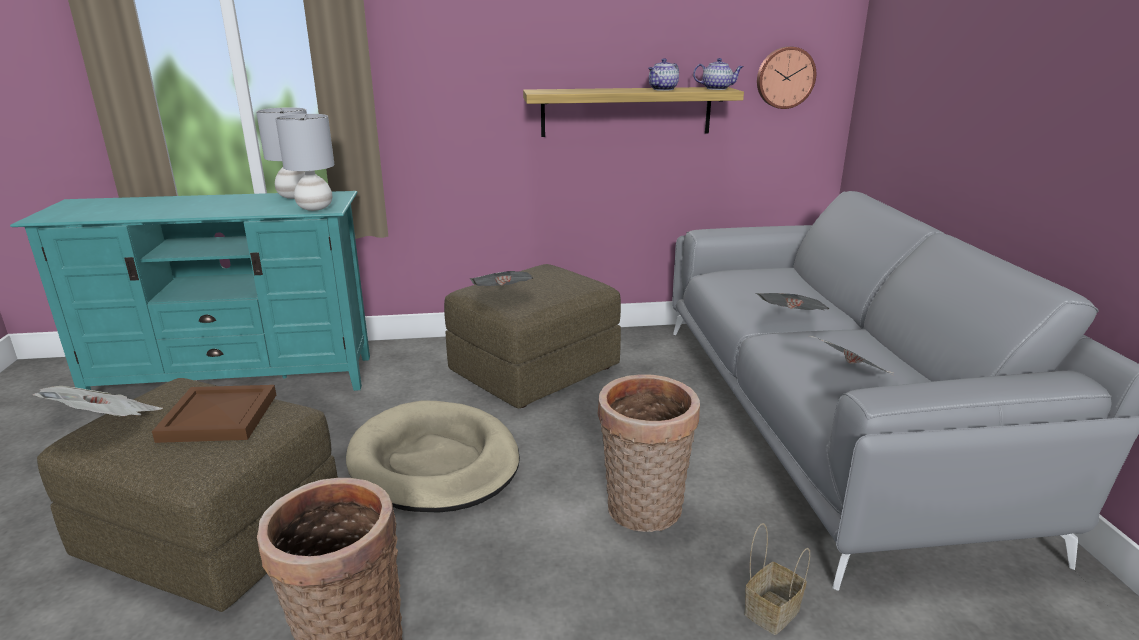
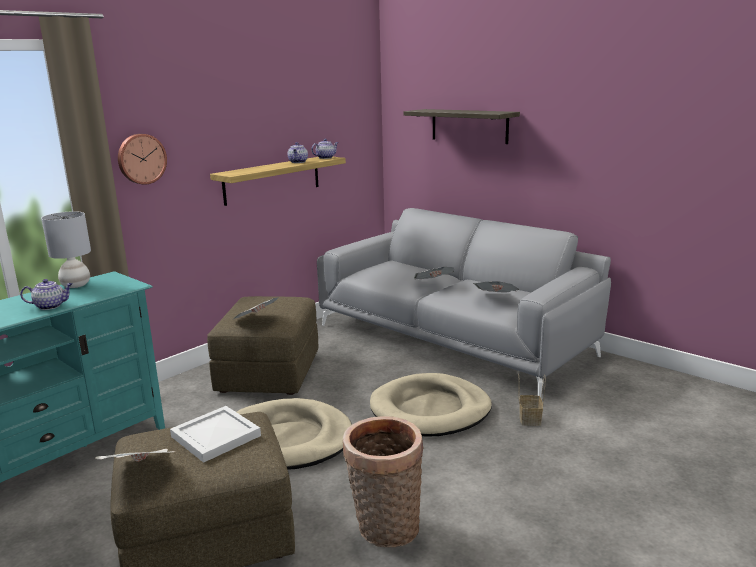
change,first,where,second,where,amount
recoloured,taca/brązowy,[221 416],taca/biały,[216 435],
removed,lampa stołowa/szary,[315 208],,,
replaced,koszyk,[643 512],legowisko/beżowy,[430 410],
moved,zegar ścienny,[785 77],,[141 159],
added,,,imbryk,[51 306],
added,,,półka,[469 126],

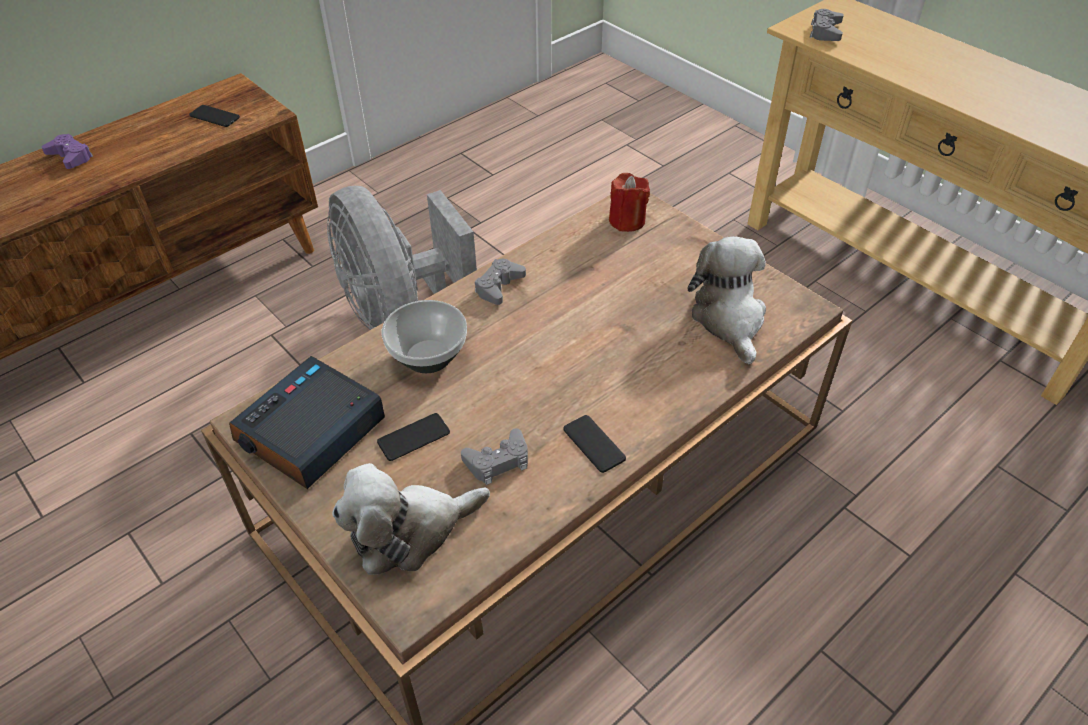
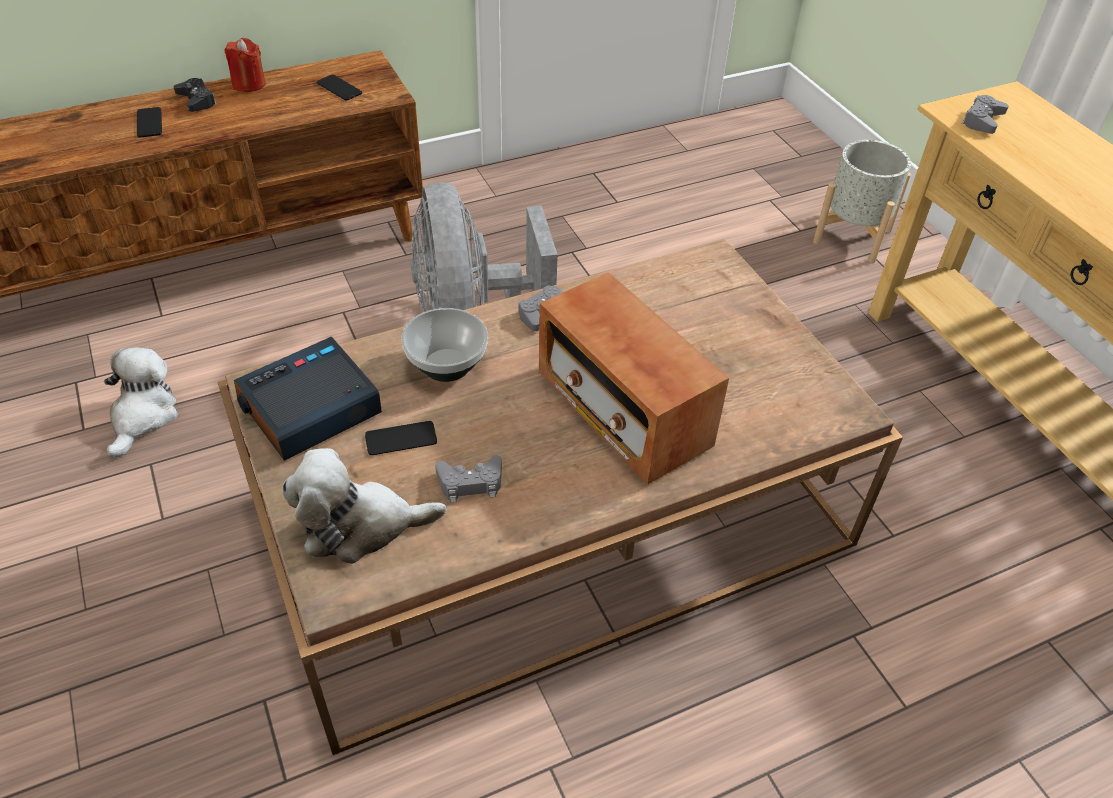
change,first,where,second,where,amount
recoloured,pad do gier/fioletowy,[70 157],pad do gier/czarny,[197 100],
moved,telefon,[594 444],,[149 123],
moved,świeca/czerwony,[627 221],,[249 84],
moved,pluszak,[729 319],,[143 416],
added,,,radio,[622 411],
added,,,donica/szary,[852 236],

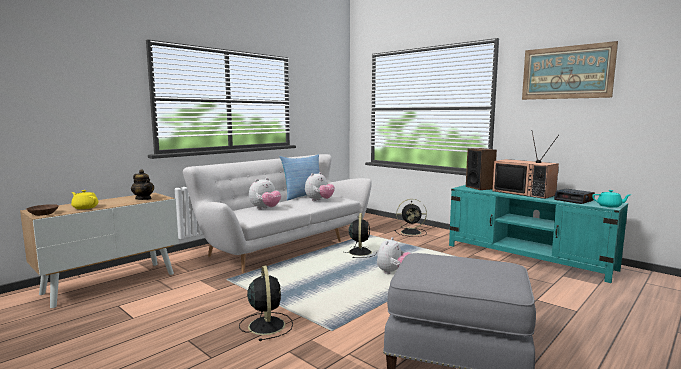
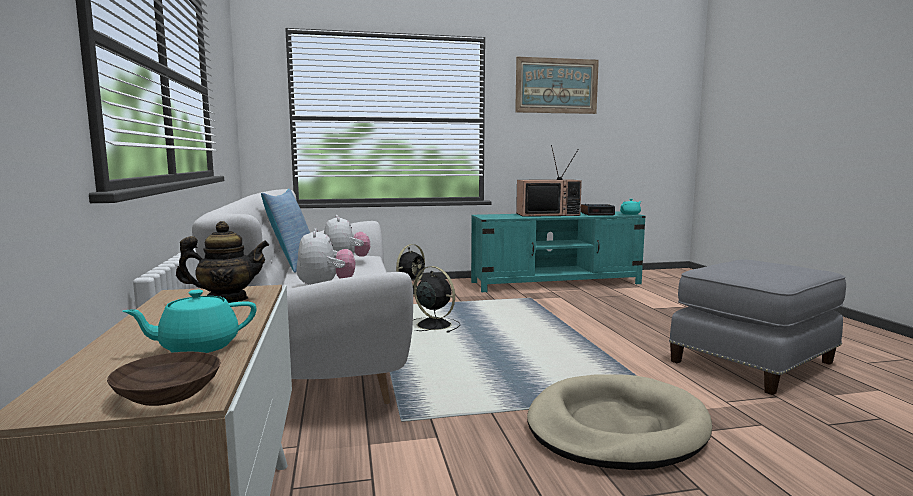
change,first,where,second,where,amount
recoloured,imbryk/żółty,[85 207],imbryk/turkusowy,[197 347],
replaced,wentylator/czarny,[266 325],legowisko/beżowy,[615 427],
removed,pluszak,[393 273],,,
removed,głośnik,[479 187],,,

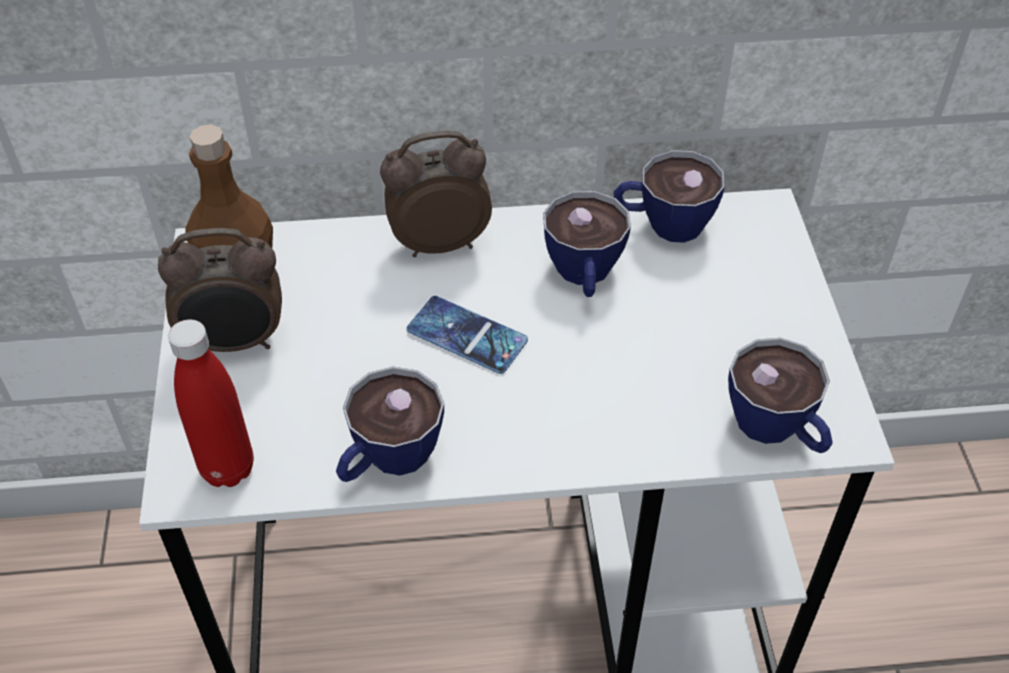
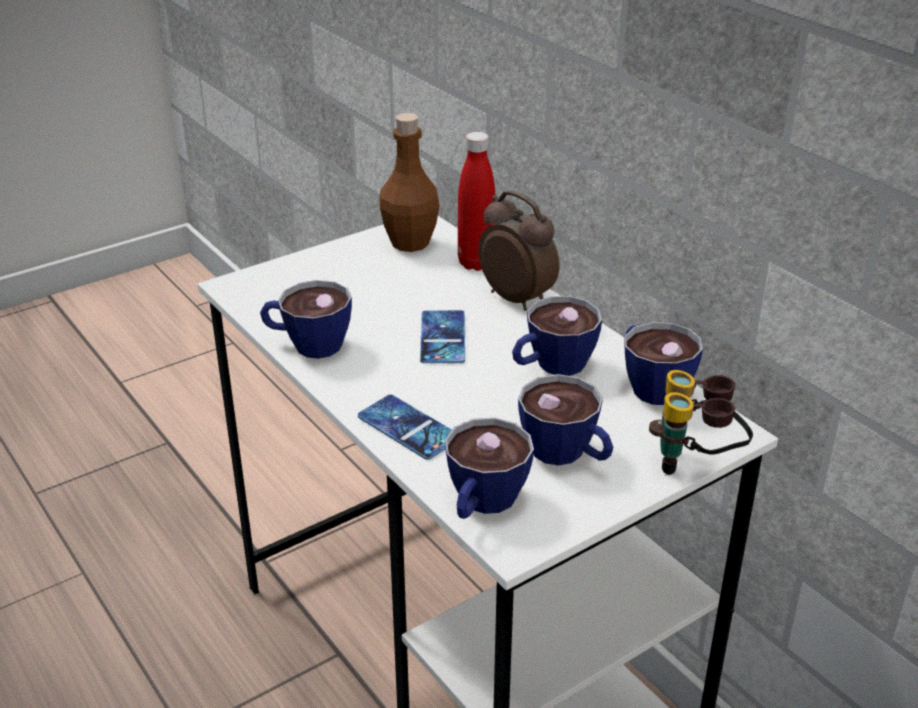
change,first,where,second,where,amount
removed,budzik,[236 343],,,
moved,butelka/czerwony,[227 468],,[476 263],
added,,,telefon,[408 428],
added,,,filiżanka,[567 455],
added,,,lornetka,[695 464],

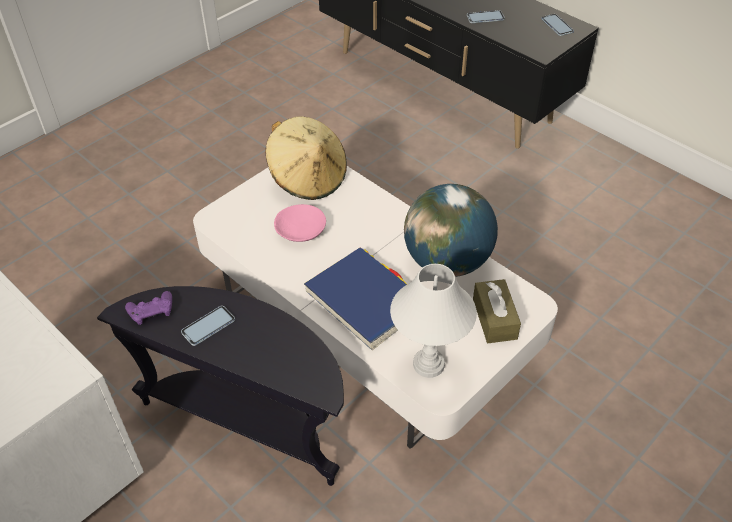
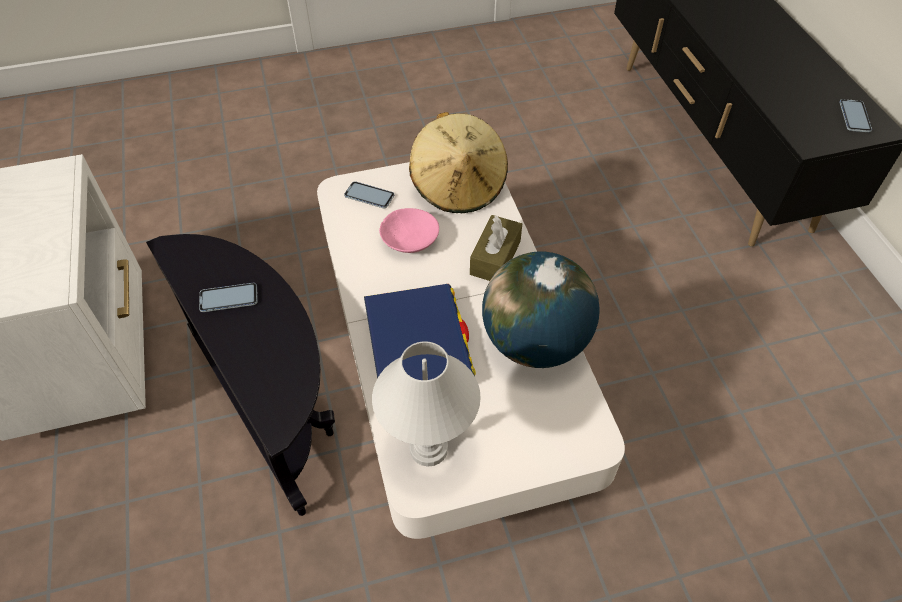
change,first,where,second,where,amount
removed,pad do gier/fioletowy,[151 311],,,
moved,telefon,[485 18],,[369 196],
moved,pudełko chusteczek/brązowy,[494 318],,[495 258],

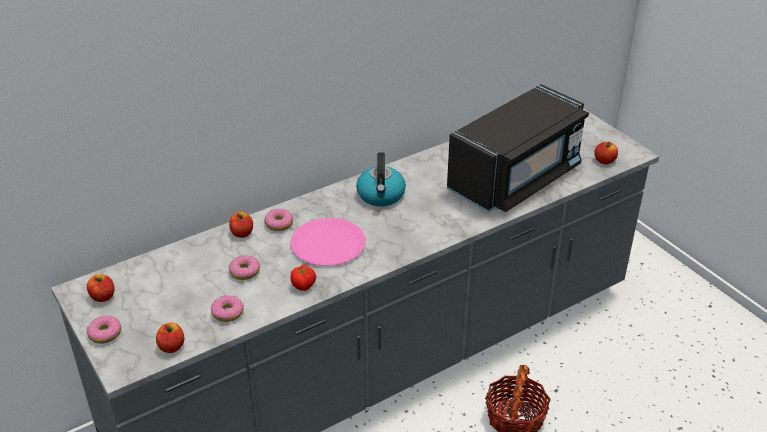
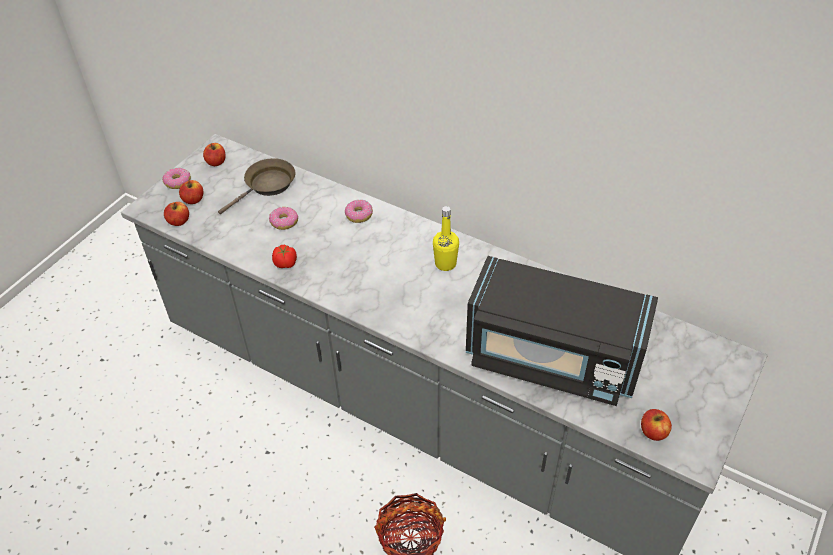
change,first,where,second,where,amount
removed,donut,[228 313],,,
moved,jabłko,[242 233],,[193 200],
removed,talerz/różowy,[328 243],,,
replaced,czajnik,[381 196],butelka/żółty,[445 264],
added,,,patelnia/brązowy,[267 186],

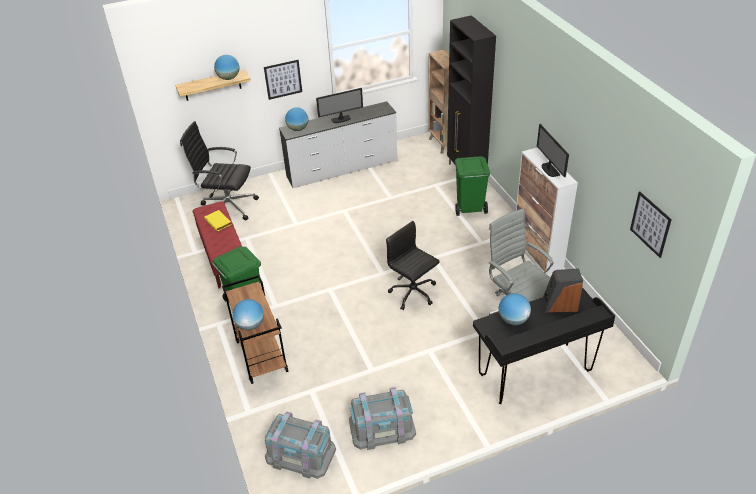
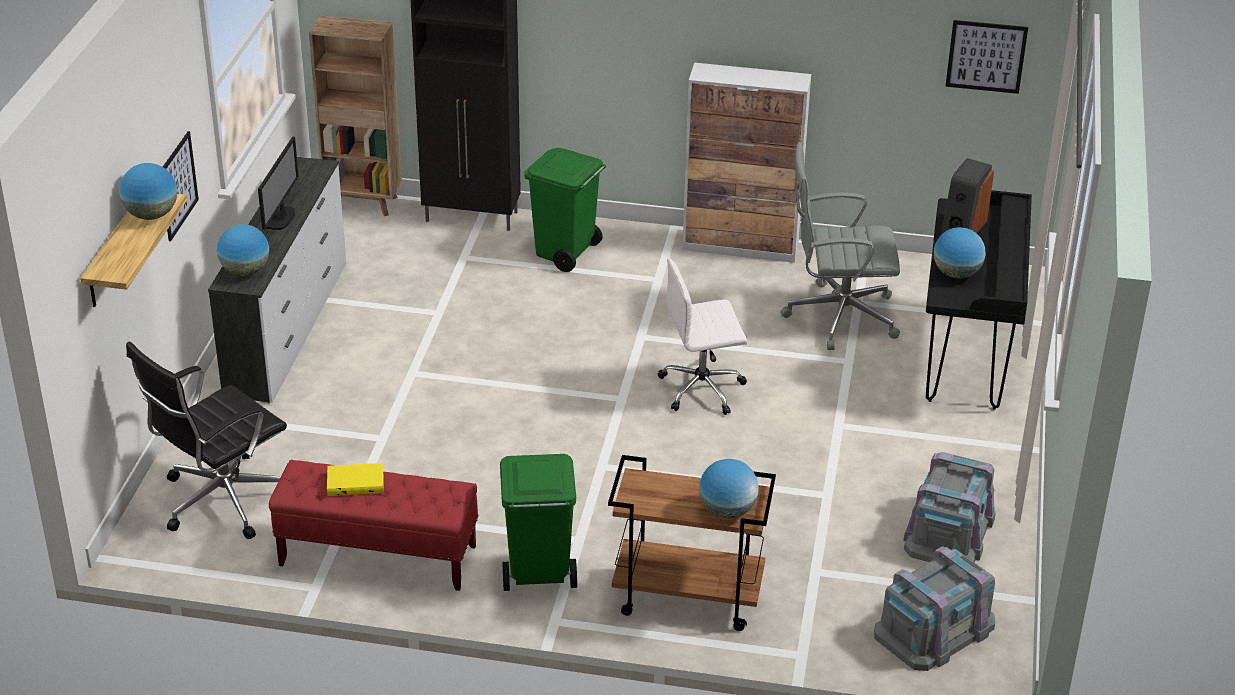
change,first,where,second,where,amount
recoloured,krzesło biurowe/czarny,[413 293],krzesło biurowe/biały,[703 389],
removed,monitor,[549 170],,,

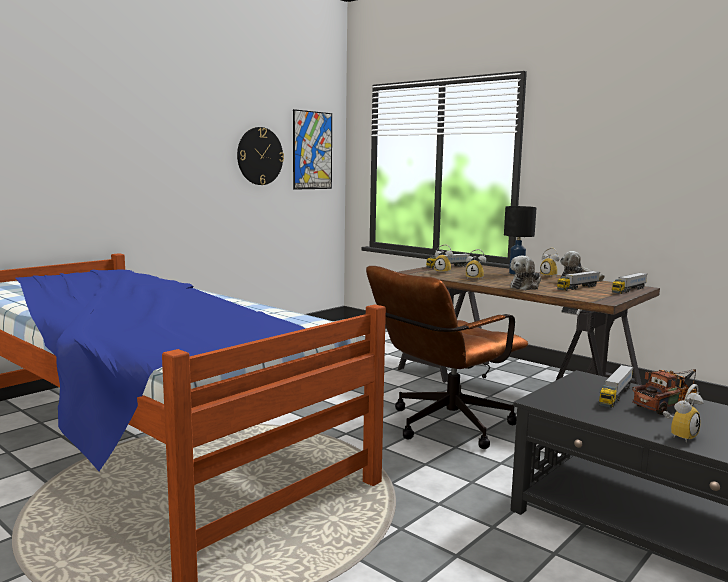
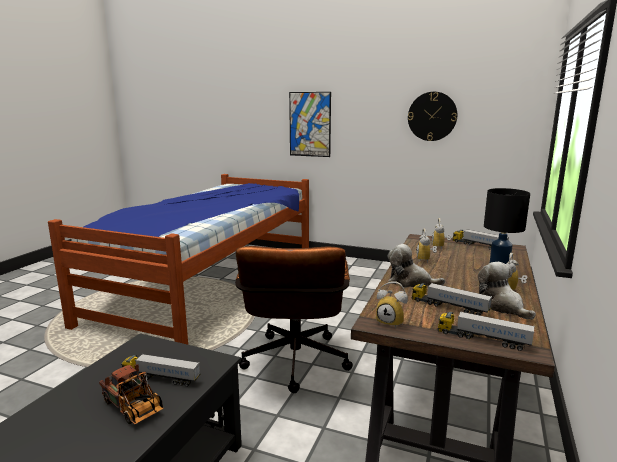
change,first,where,second,where,amount
moved,obraz,[312 150],,[310 124],
turned,krzesło biurowe/brązowy,[442 427],,[294 366],120 degrees counterclockwise
moved,budzik,[679 435],,[392 322],

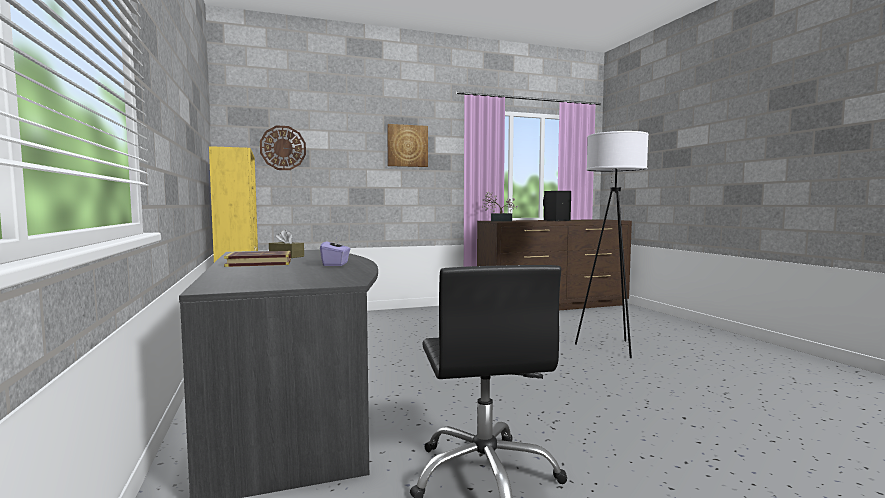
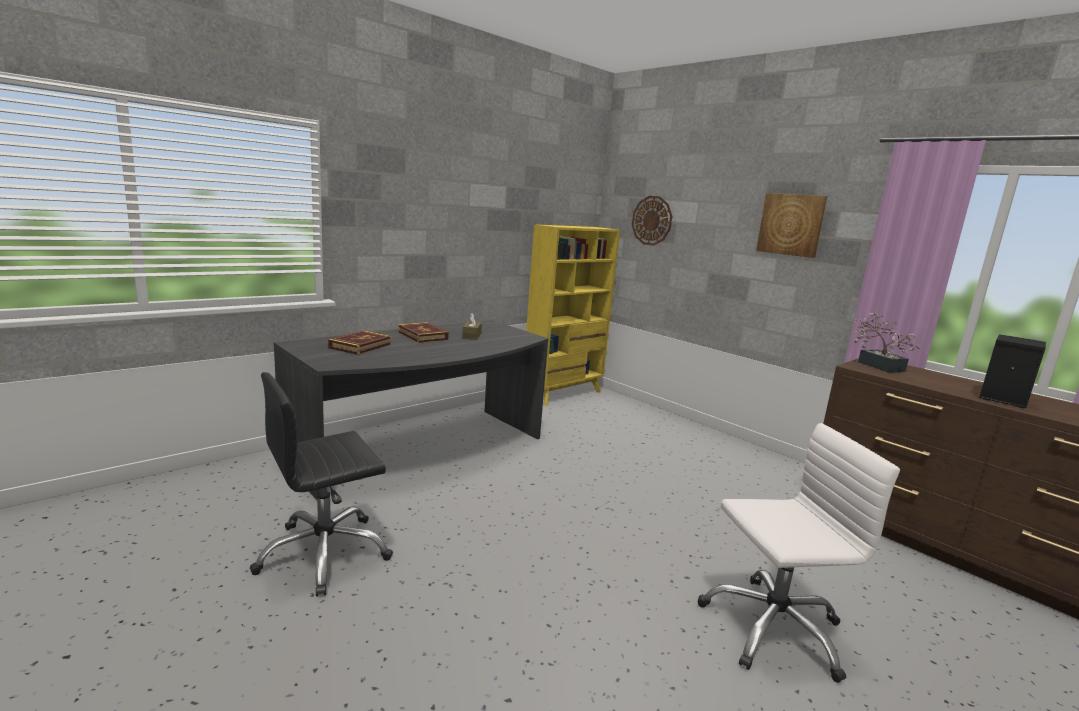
change,first,where,second,where,amount
removed,pudełko chusteczek/fioletowy,[336 264],,,
replaced,lampa stojąca/biały,[610 347],krzesło biurowe/biały,[772 627],
added,,,książka,[360 346],

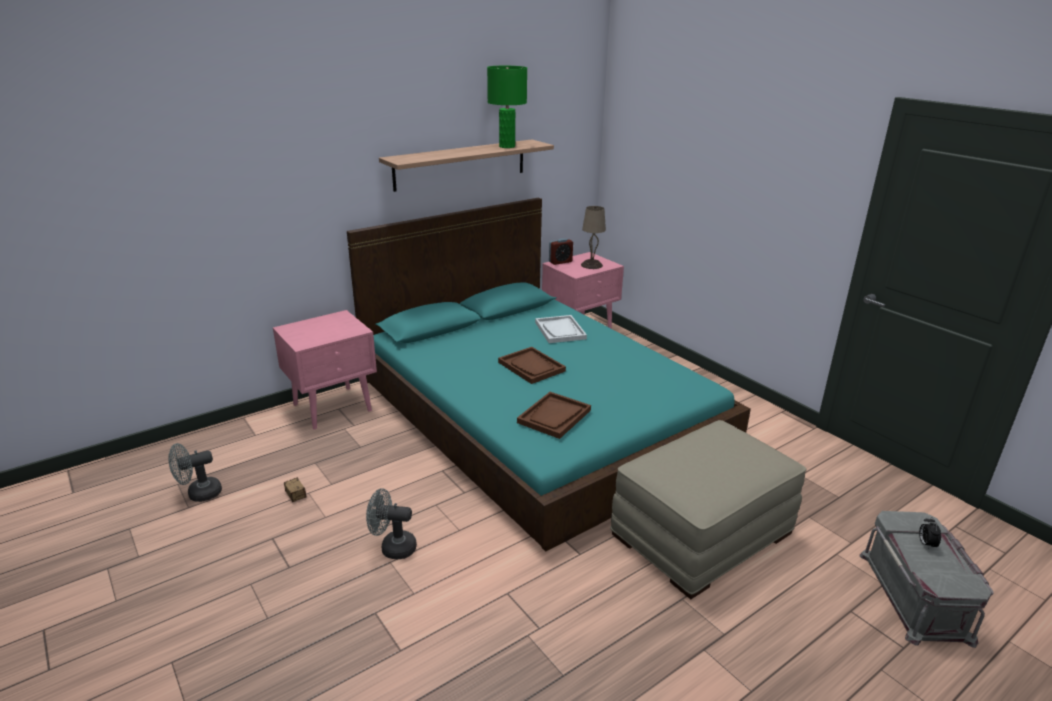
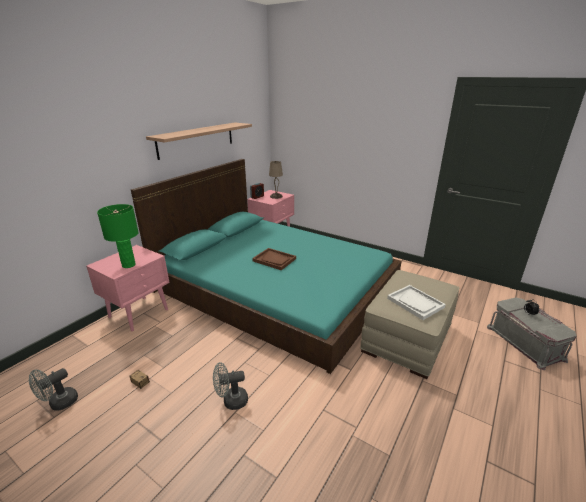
change,first,where,second,where,amount
moved,lampa stołowa/zielony,[507 146],,[129 265],
removed,taca/brązowy,[554 416],,,
moved,taca/biały,[560 330],,[415 303],

